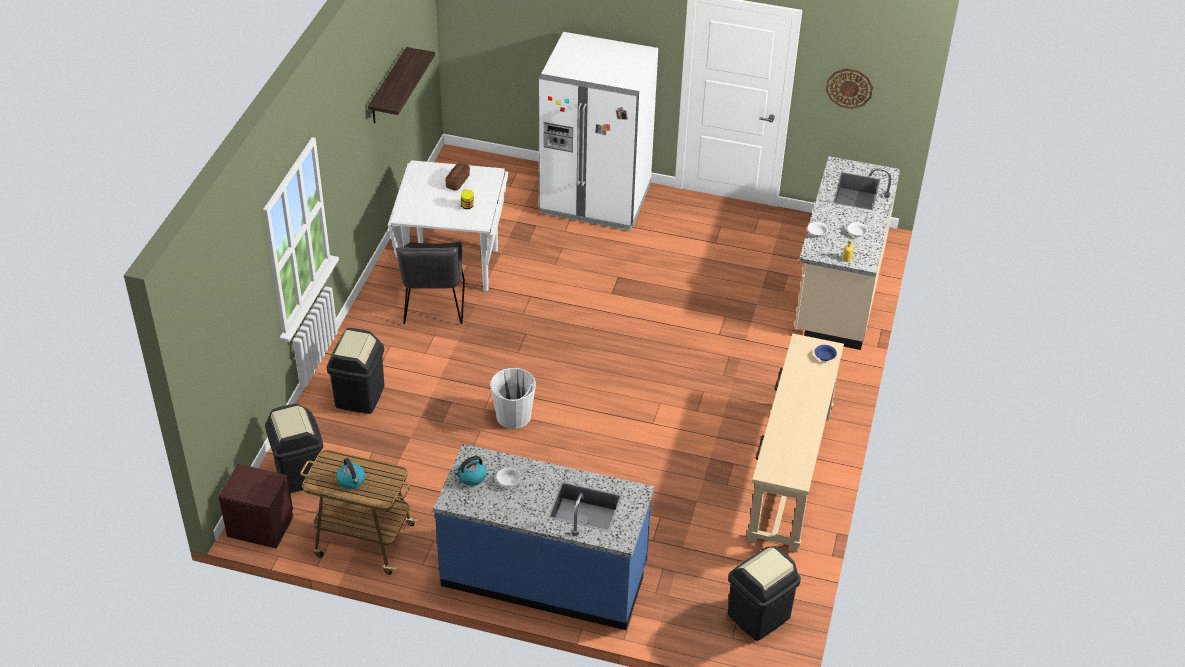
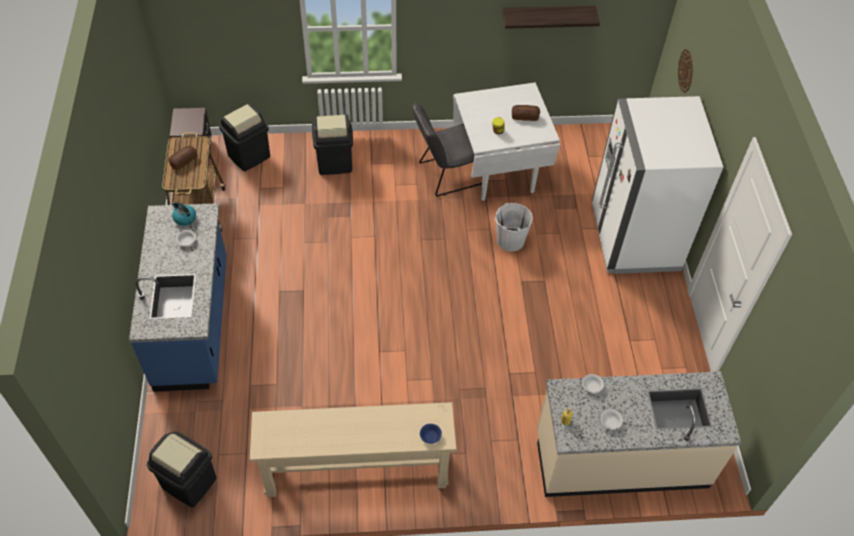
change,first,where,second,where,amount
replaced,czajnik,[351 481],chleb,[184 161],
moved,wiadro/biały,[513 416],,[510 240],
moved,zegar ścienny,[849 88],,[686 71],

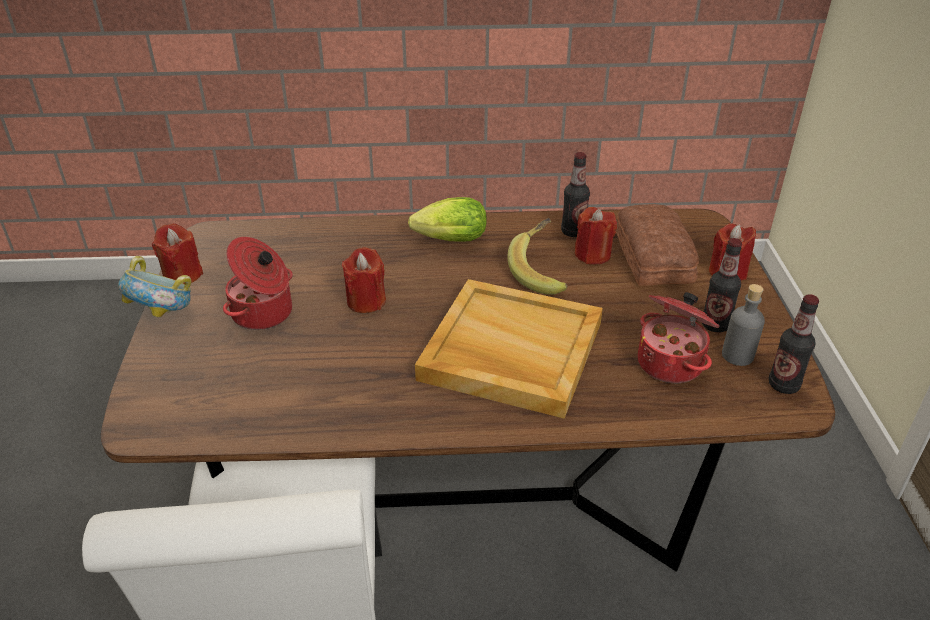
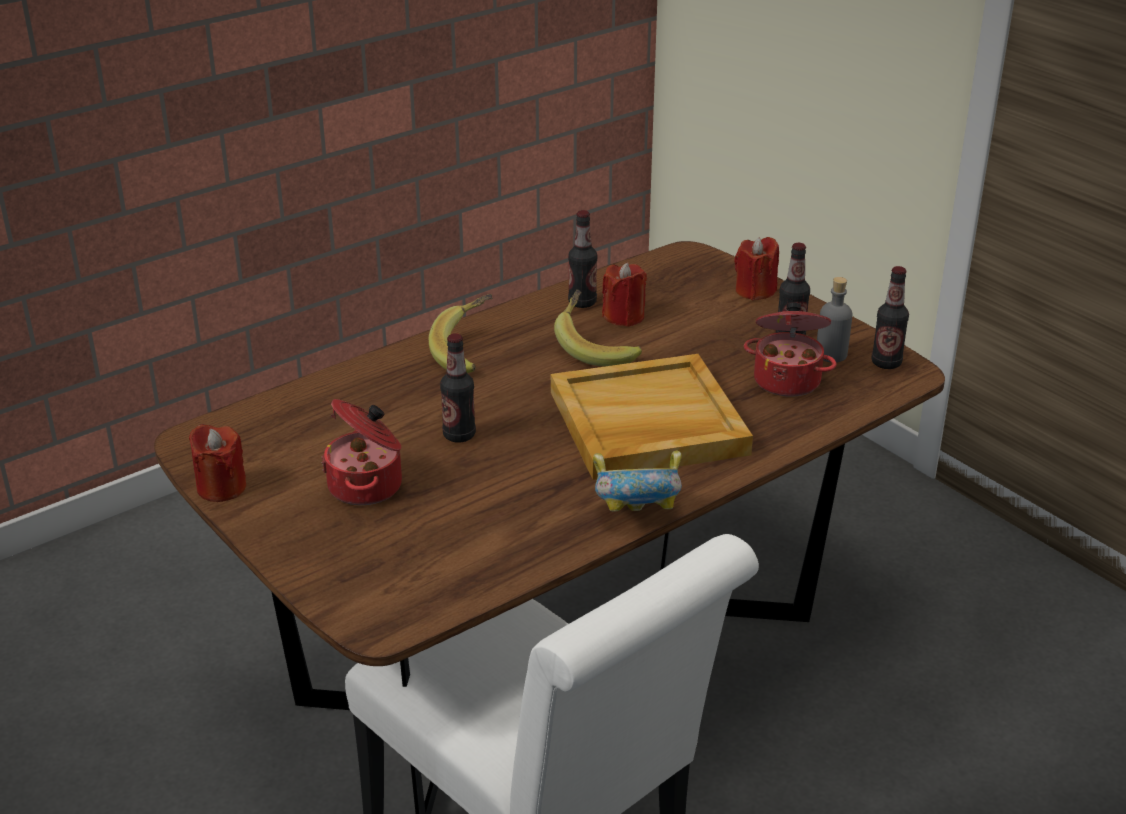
change,first,where,second,where,amount
moved,miska,[163 315],,[637 516],
replaced,świeca/czerwony,[366 301],butelka,[459 435],
replaced,sałata,[447 240],banan,[469 353],
removed,chleb,[654 255],,,

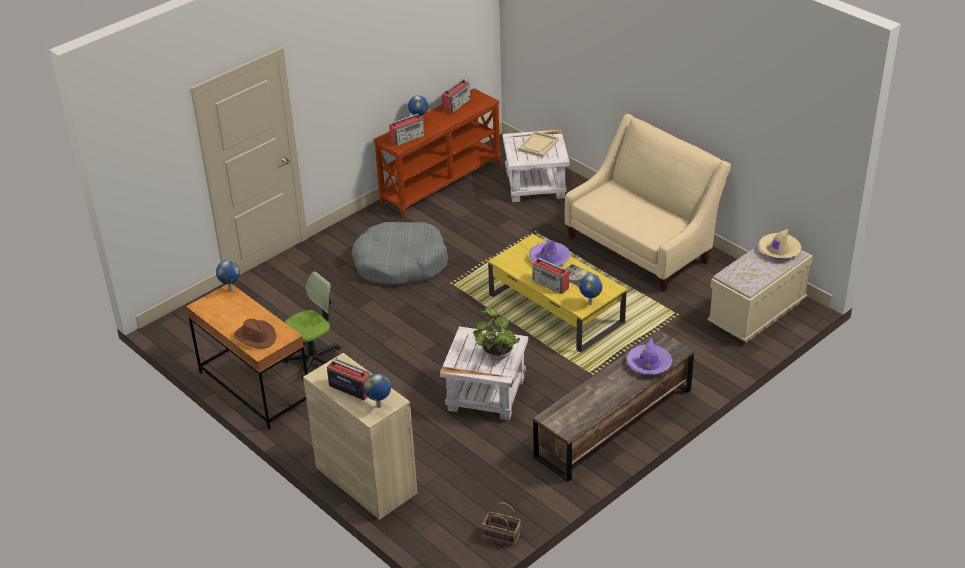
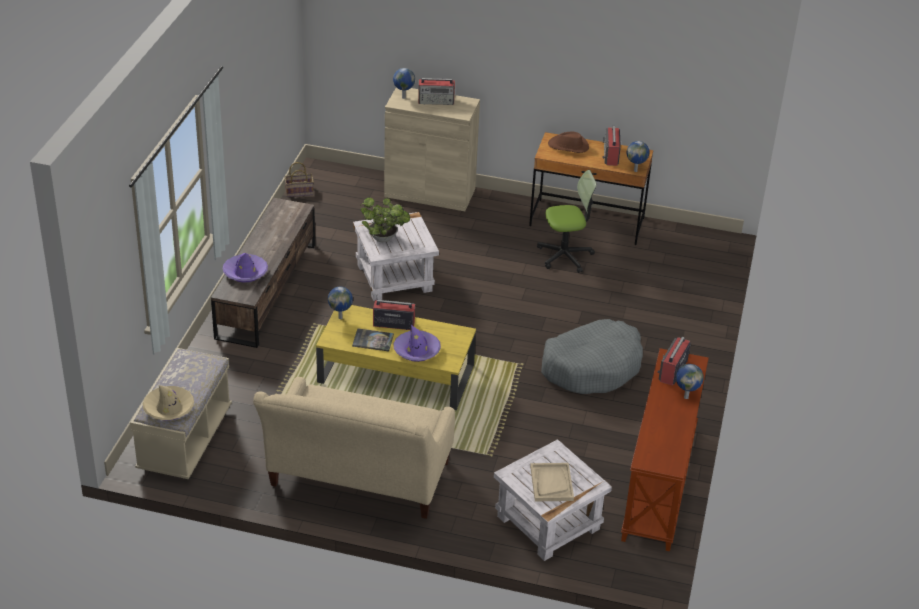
change,first,where,second,where,amount
turned,krzesło biurowe,[314 361],,[565 256],120 degrees counterclockwise
moved,radio,[456 104],,[611 155],

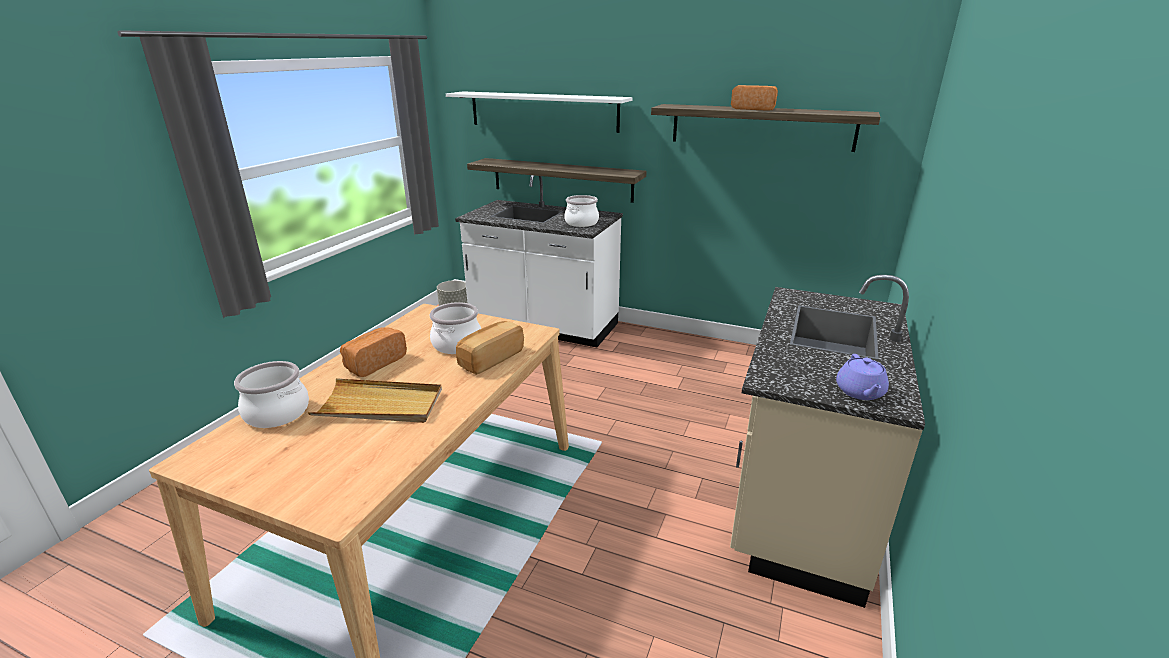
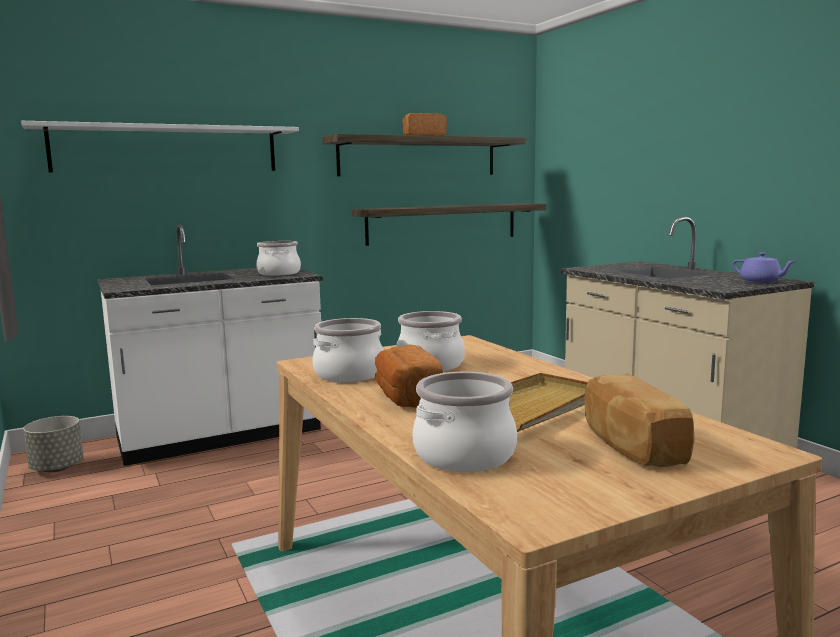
change,first,where,second,where,amount
moved,chleb,[490 359],,[630 445],
moved,półka,[562 179],,[443 223],
added,,,garnek,[350 374],

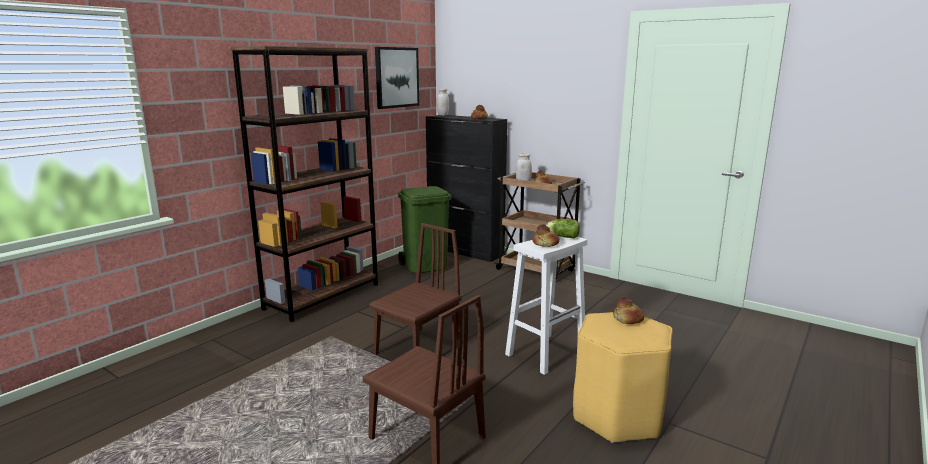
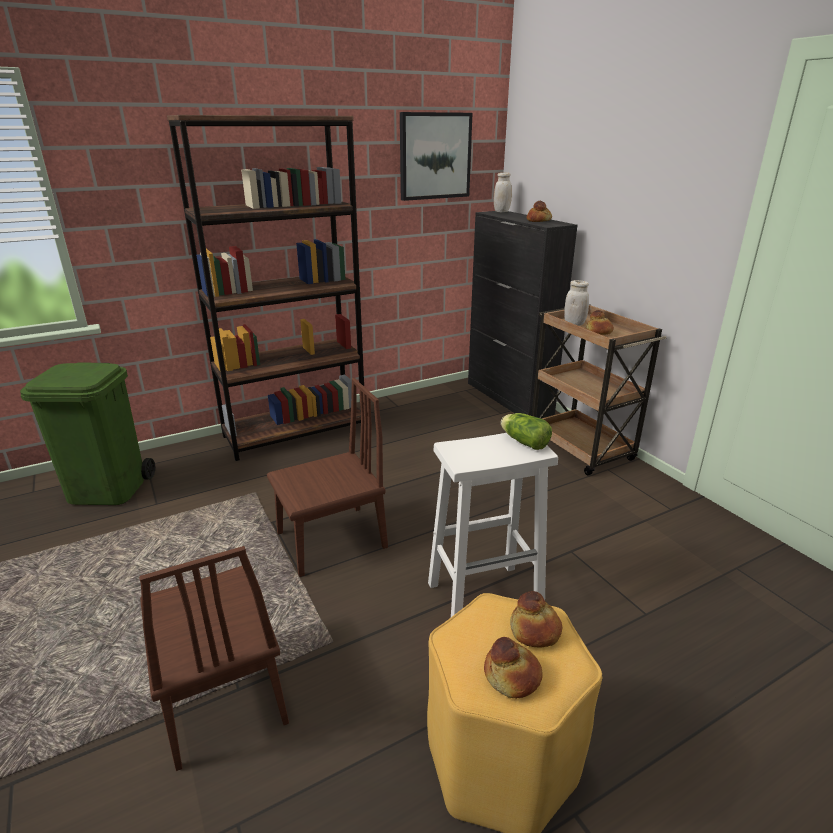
change,first,where,second,where,amount
moved,kosz na śmieci/zielony,[426 266],,[109 490],
moved,chleb,[545 244],,[511 677],

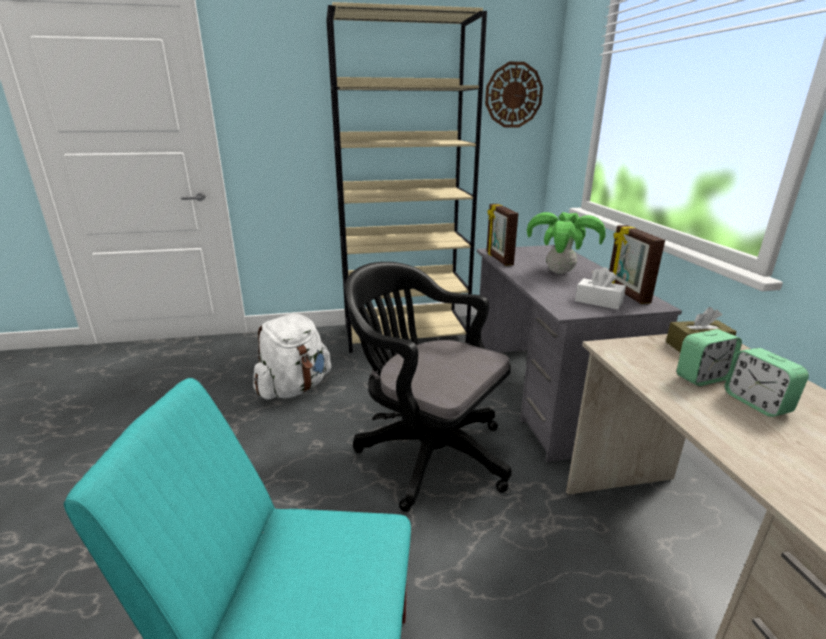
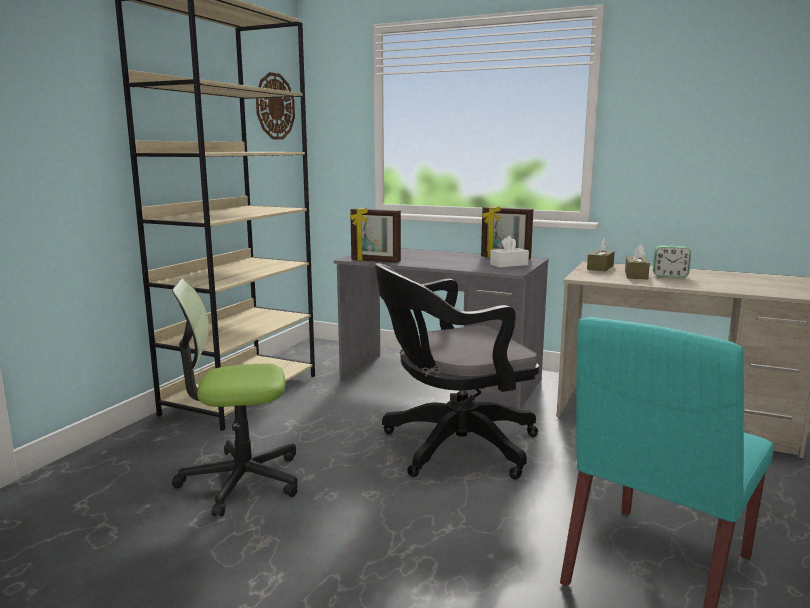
change,first,where,second,where,amount
replaced,plecak/biały,[294 388],krzesło biurowe,[241 480],
removed,roślina doniczkowa,[559 272],,,
replaced,budzik,[702 377],pudełko chusteczek/brązowy,[636 275],

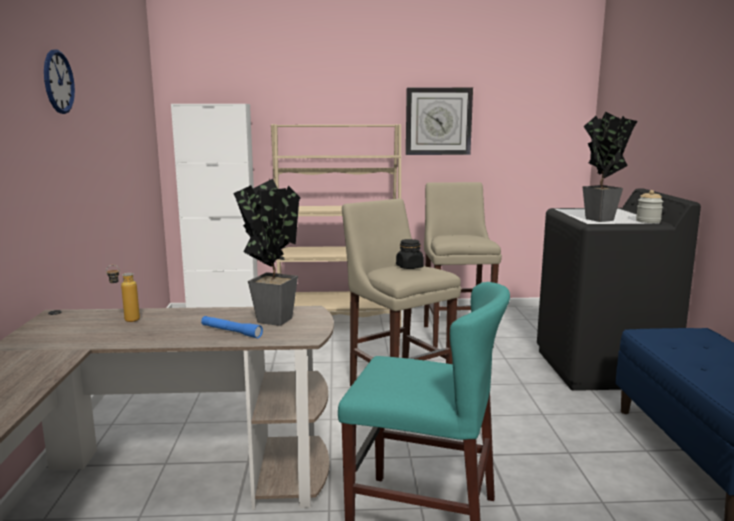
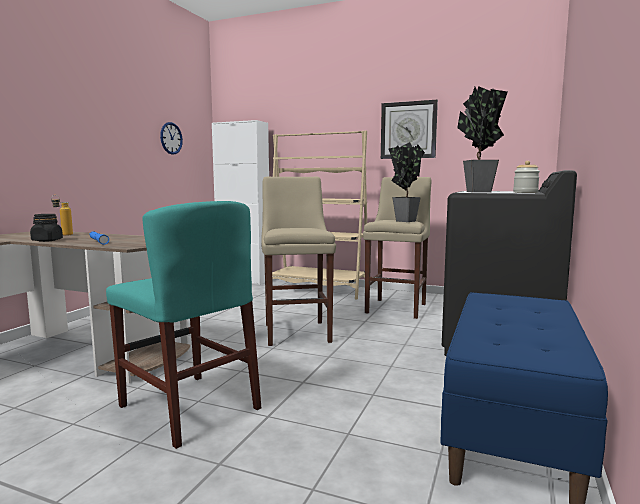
change,first,where,second,where,amount
moved,zegar ścienny,[58 82],,[171 138],
moved,roślina doniczkowa,[271 318],,[404 221],
moved,słoik/czarny,[409 267],,[47 240],

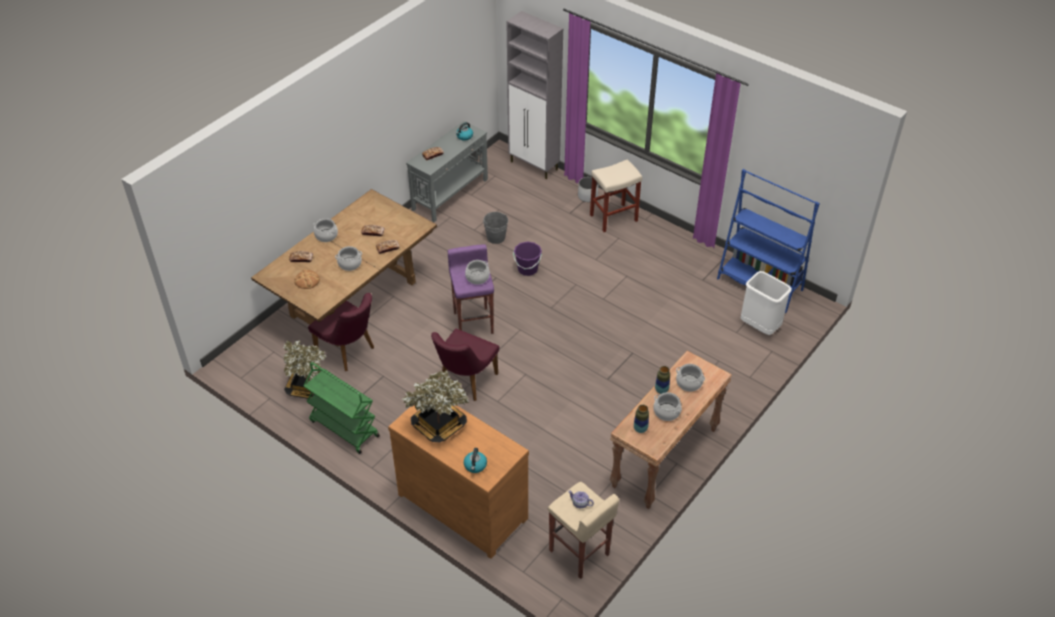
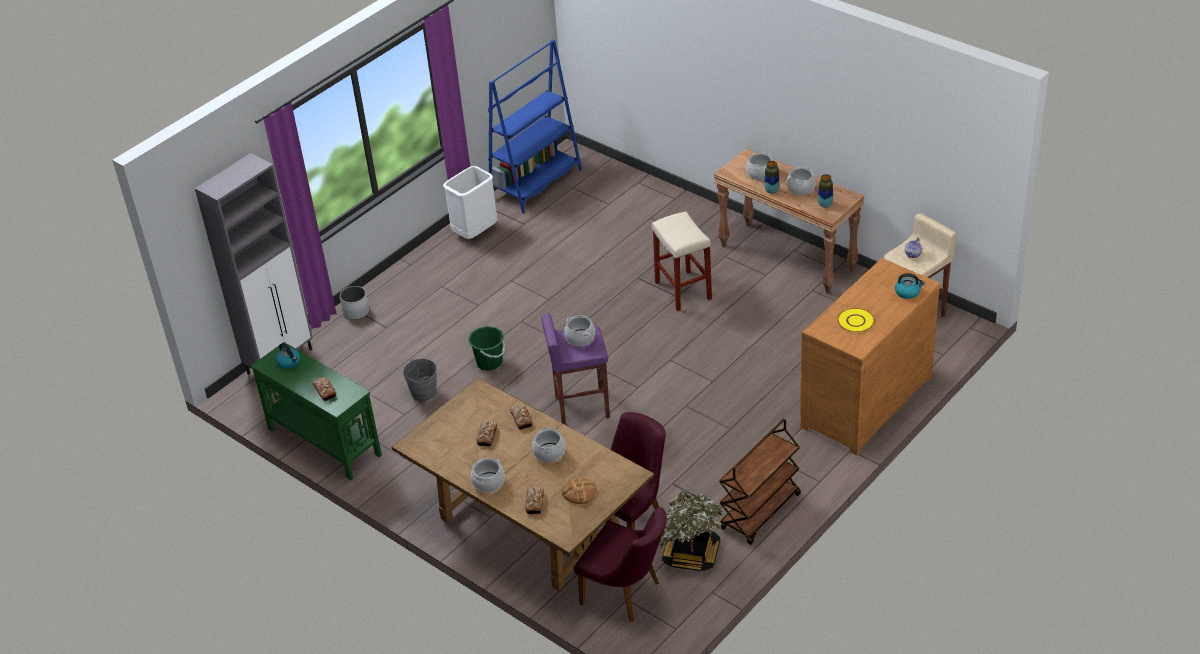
change,first,where,second,where,amount
recoloured,wózek/zielony,[343 428],wózek/brązowy,[760 512],
replaced,roślina doniczkowa,[439 425],talerz/żółty,[856 321],
recoloured,stolik konsolowy/szary,[450 194],stolik konsolowy/zielony,[324 441],
moved,krzesło/fioletowy,[464 383],,[627 594],
recoloured,wiadro/fioletowy,[527 269],wiadro/zielony,[489 362],
moved,stołek/beżowy,[614 217],,[682 290],
moved,kosz na śmieci/biały,[760 326],,[475 232],

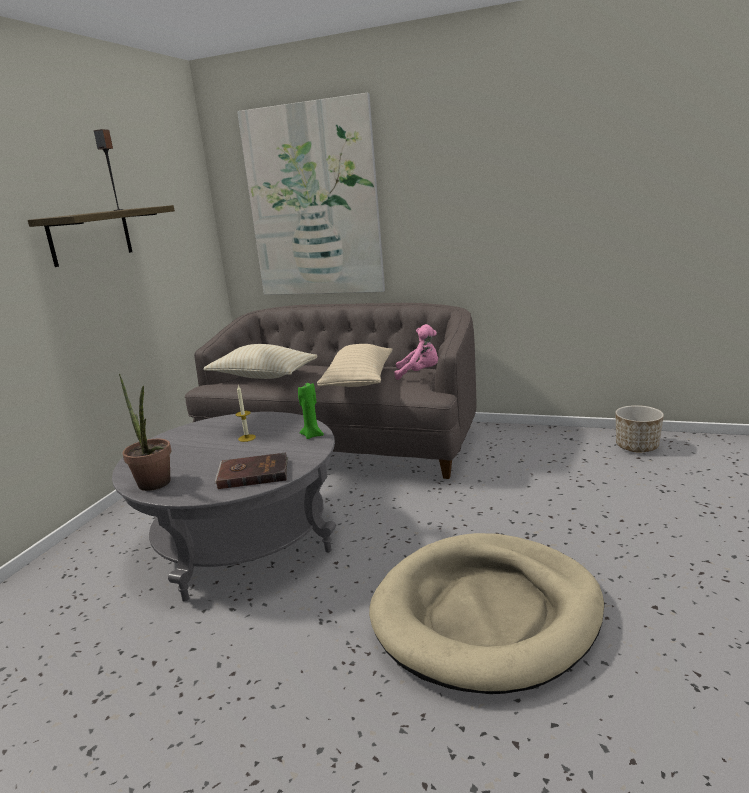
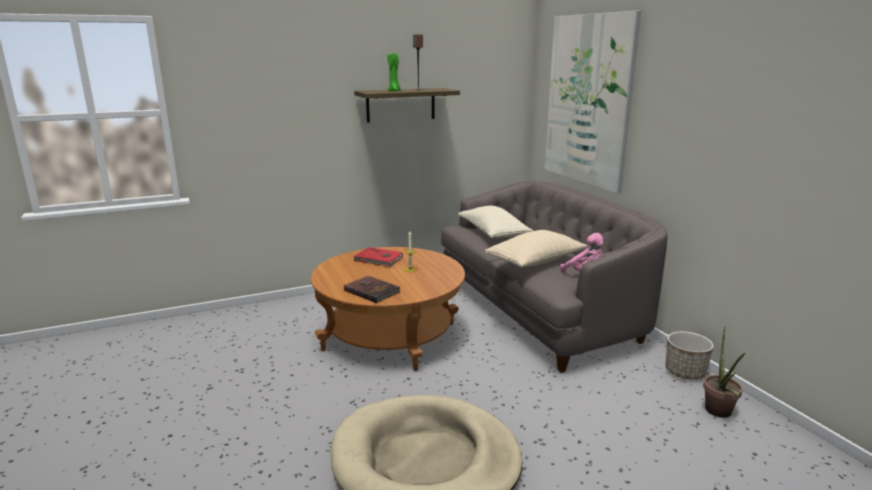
change,first,where,second,where,amount
recoloured,ława/szary,[243 540],ława/brązowy,[390 337],
moved,roślina doniczkowa,[156 486],,[719 413],
moved,świeca/zielony,[312 435],,[394 91],
moved,donica,[637 447],,[685 372],
added,,,książka/czerwony,[378 259],

